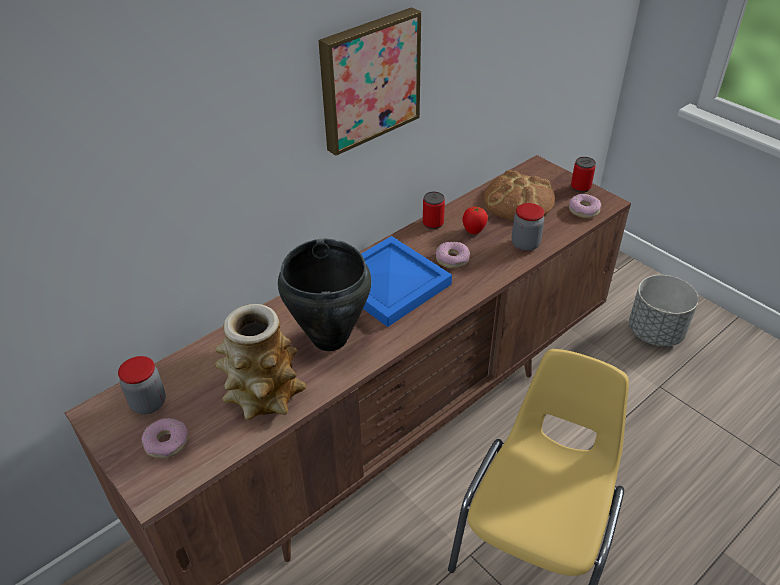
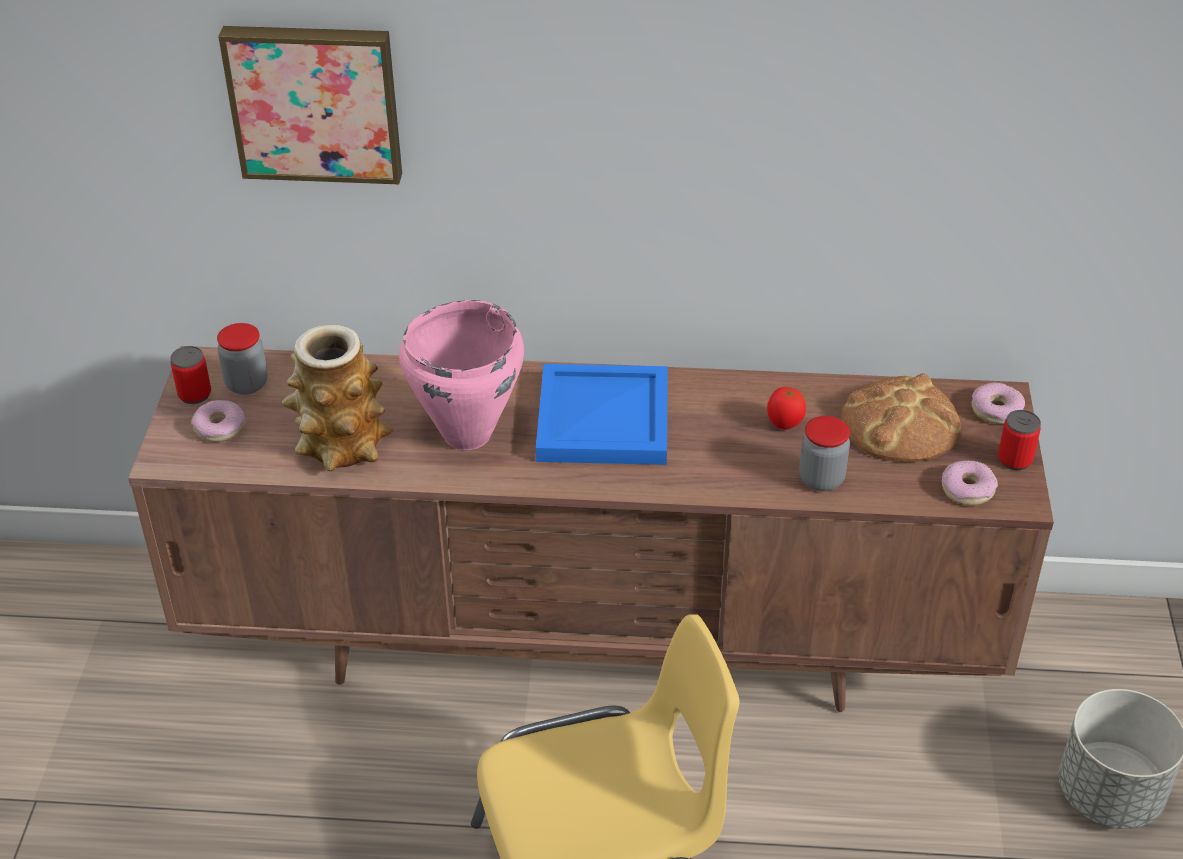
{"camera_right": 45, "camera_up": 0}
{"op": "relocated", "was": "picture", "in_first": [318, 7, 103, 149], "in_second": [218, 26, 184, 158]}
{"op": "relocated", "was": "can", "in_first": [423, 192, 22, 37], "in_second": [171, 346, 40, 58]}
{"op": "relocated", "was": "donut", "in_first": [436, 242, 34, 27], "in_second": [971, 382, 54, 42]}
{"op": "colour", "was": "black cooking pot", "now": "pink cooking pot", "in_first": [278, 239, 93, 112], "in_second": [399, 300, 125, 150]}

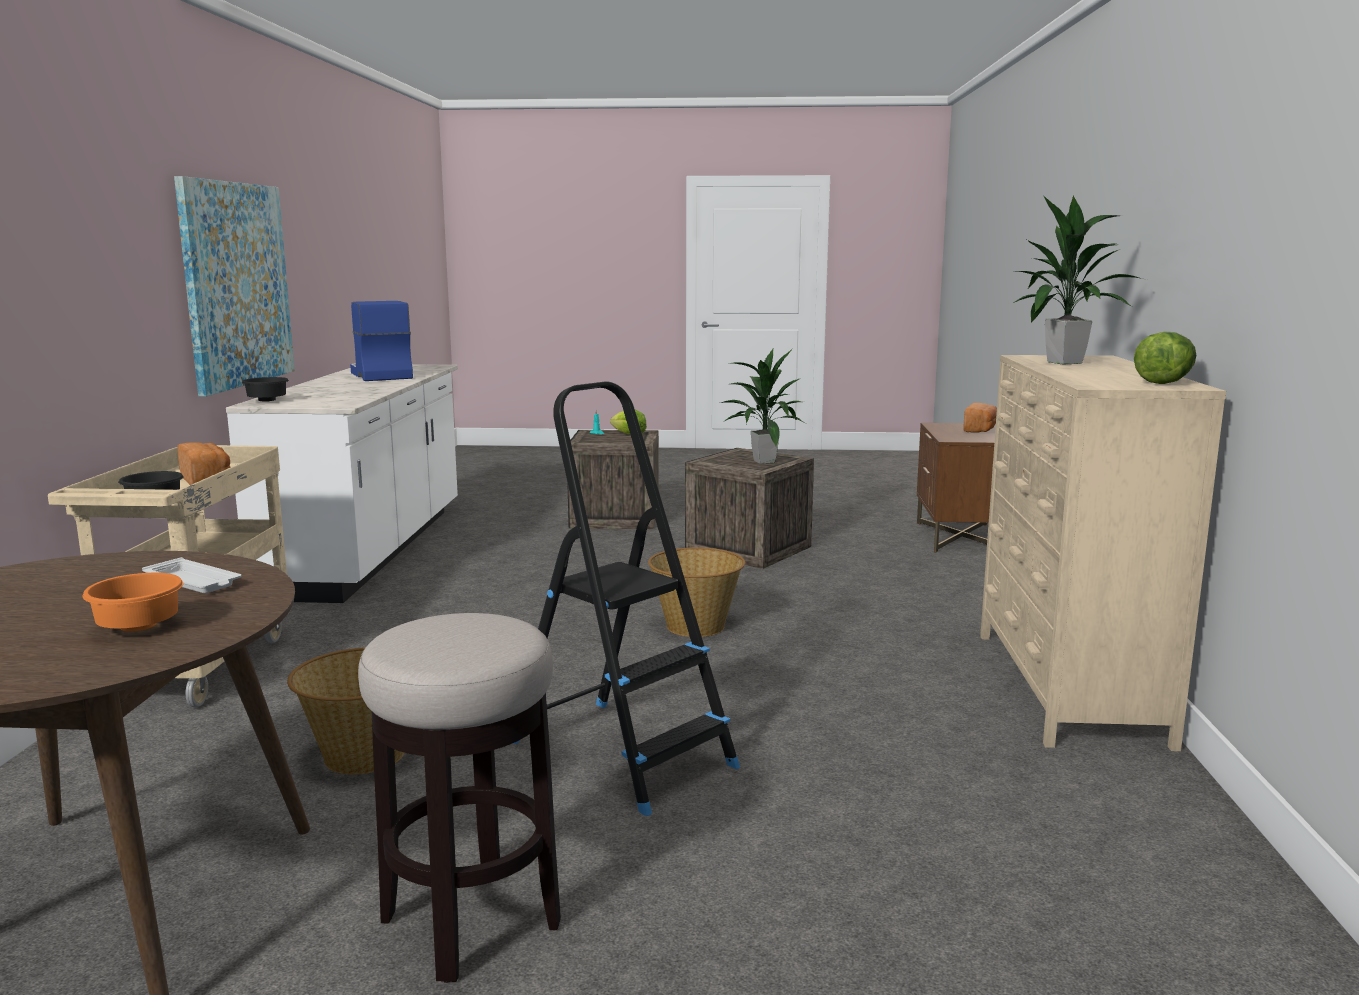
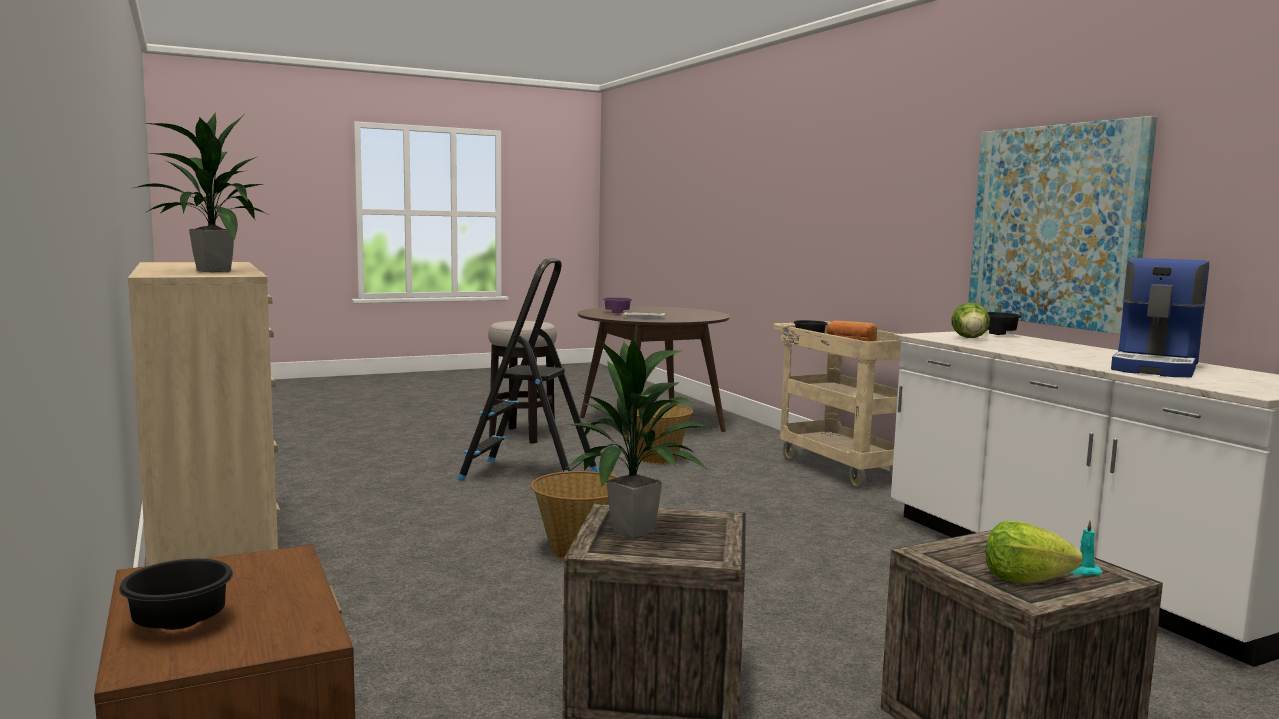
{"camera_right": 150, "camera_up": -5}
{"op": "relocated", "was": "lettuce", "in_first": [1134, 331, 62, 53], "in_second": [952, 303, 38, 35]}
{"op": "exchanged", "was": "bread", "now": "black bowl", "in_first": [963, 403, 34, 30], "in_second": [119, 559, 114, 71]}
{"op": "colour", "was": "orange bowl", "now": "purple bowl", "in_first": [82, 573, 101, 59], "in_second": [603, 297, 29, 16]}
{"op": "spun", "was": "coffee machine", "in_first": [350, 301, 63, 80], "in_second": [1111, 258, 98, 119], "clockwise": 90}

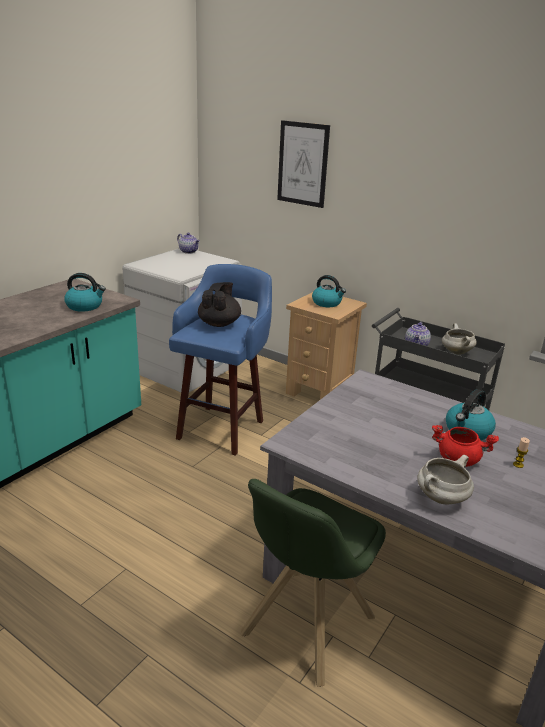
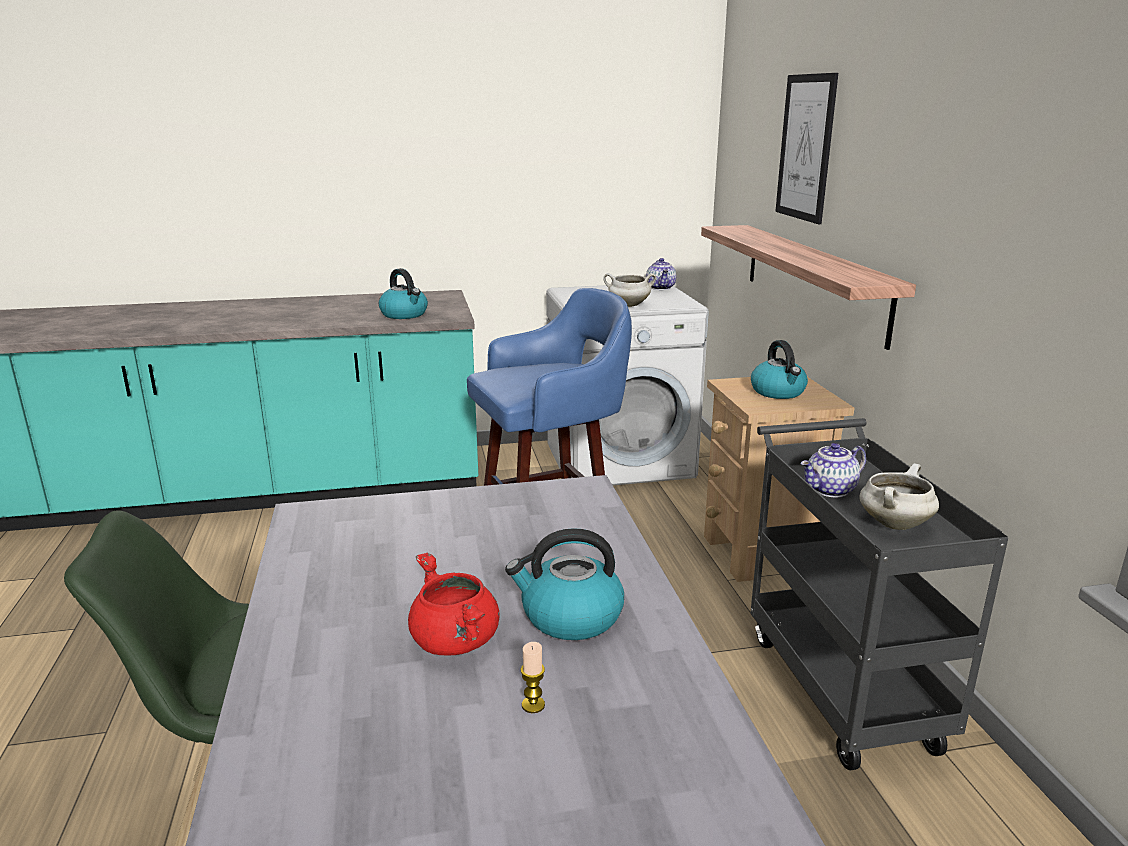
{"camera_right": 45, "camera_up": -5}
{"op": "missing", "was": "black teapot", "in_first": [198, 282, 43, 45]}
{"op": "appeared", "now": "shelf", "in_second": [701, 225, 215, 125]}
{"op": "relocated", "was": "white cooking pot", "in_first": [417, 455, 57, 50], "in_second": [603, 273, 53, 34]}

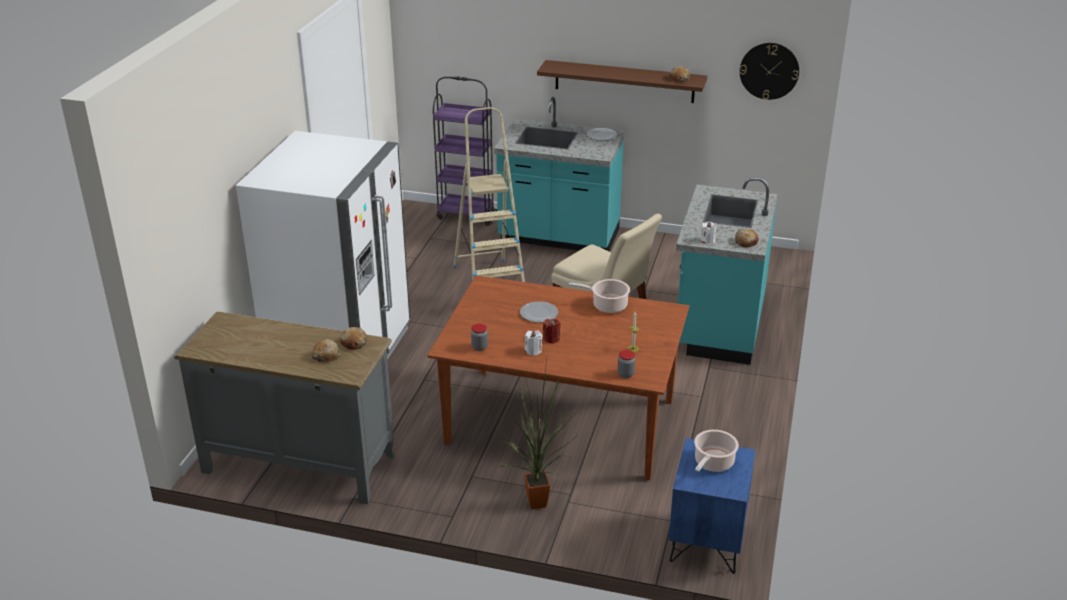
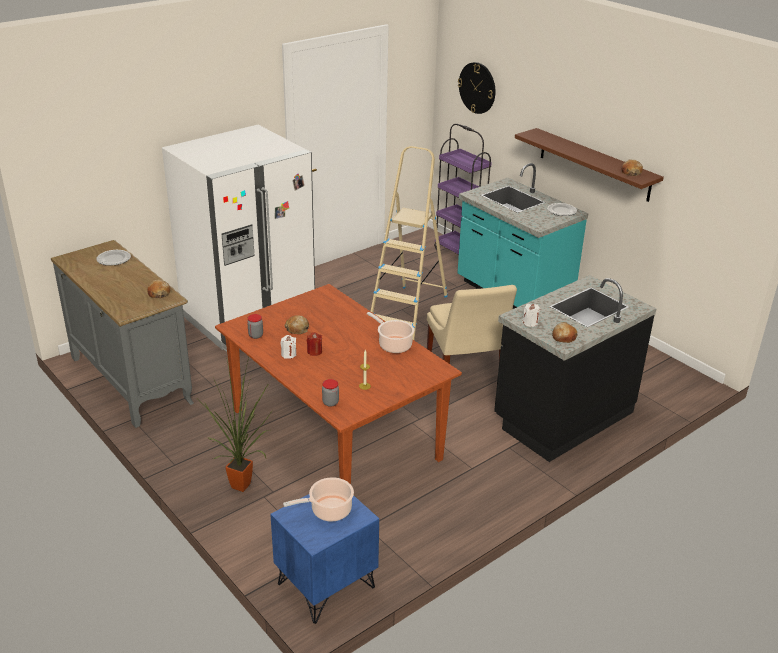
{"camera_right": 35, "camera_up": 0}
{"op": "relocated", "was": "bread", "in_first": [312, 339, 29, 23], "in_second": [285, 315, 24, 19]}
{"op": "relocated", "was": "plate", "in_first": [520, 301, 38, 22], "in_second": [96, 250, 35, 16]}
{"op": "relocated", "was": "wall clock", "in_first": [740, 43, 59, 57], "in_second": [458, 62, 37, 52]}
{"op": "colour", "was": "turquoise counter", "now": "black counter", "in_first": [676, 177, 102, 188], "in_second": [494, 275, 163, 187]}

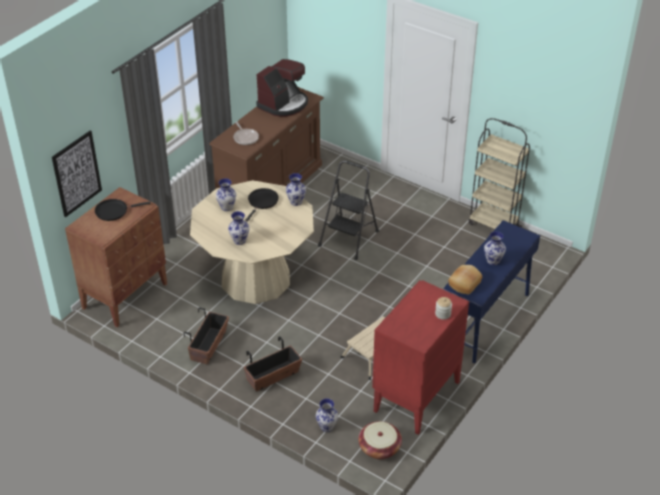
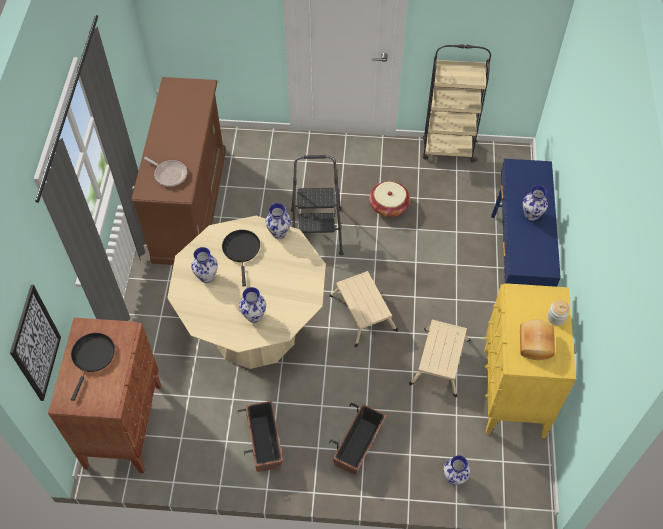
{"camera_right": -30, "camera_up": 15}
{"op": "missing", "was": "coffee machine", "in_first": [256, 59, 52, 58]}
{"op": "appeared", "now": "beige step ladder", "in_second": [329, 271, 69, 76]}
{"op": "relocated", "was": "basket", "in_first": [359, 421, 43, 38], "in_second": [369, 181, 41, 36]}
{"op": "relocated", "was": "bread", "in_first": [448, 265, 34, 29], "in_second": [520, 319, 35, 41]}
{"op": "colour", "was": "red dresser", "now": "yellow dresser", "in_first": [372, 280, 97, 155], "in_second": [484, 283, 92, 155]}
{"op": "spun", "was": "black frying pan", "in_first": [95, 199, 56, 22], "in_second": [71, 333, 44, 68], "clockwise": 150}

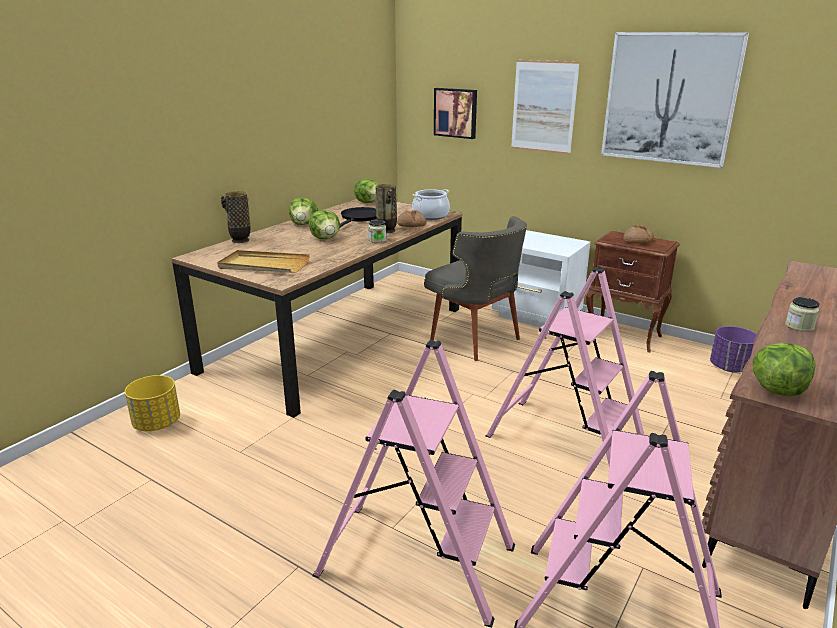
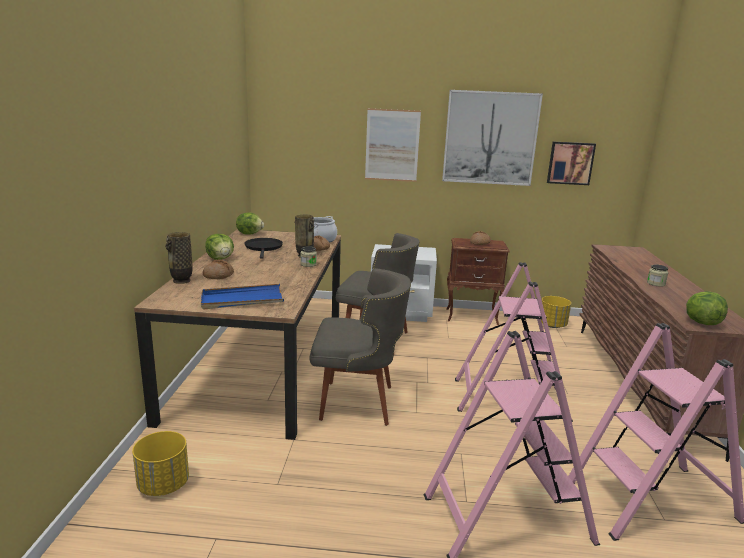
{"camera_right": -30, "camera_up": -5}
{"op": "missing", "was": "lettuce", "in_first": [309, 210, 31, 29]}
{"op": "appeared", "now": "bread", "in_second": [203, 259, 31, 20]}
{"op": "appeared", "now": "grey chair", "in_second": [310, 268, 101, 158]}
{"op": "relocated", "was": "picture", "in_first": [434, 88, 43, 51], "in_second": [547, 142, 49, 43]}
{"op": "colour", "was": "beige tray", "now": "blue tray", "in_first": [217, 250, 93, 23], "in_second": [201, 284, 83, 25]}
{"op": "colour", "was": "purple planter", "now": "yellow planter", "in_first": [710, 326, 47, 47], "in_second": [541, 296, 30, 32]}

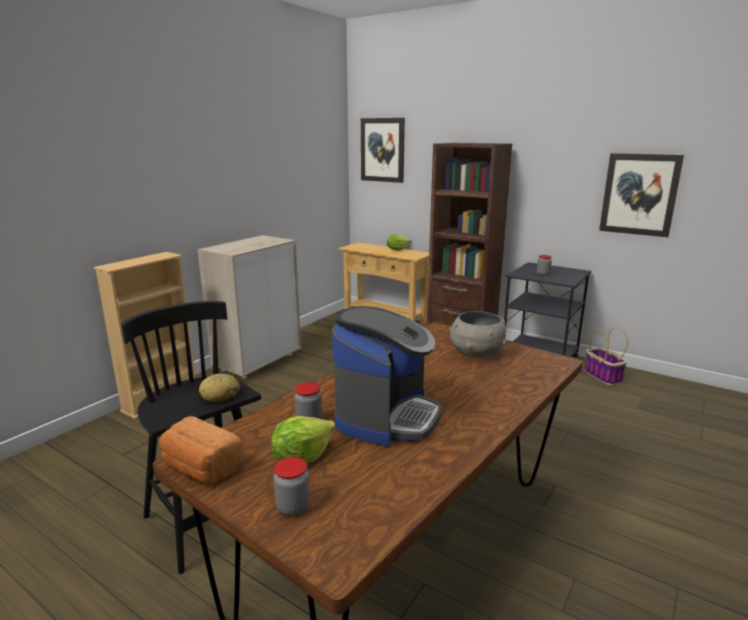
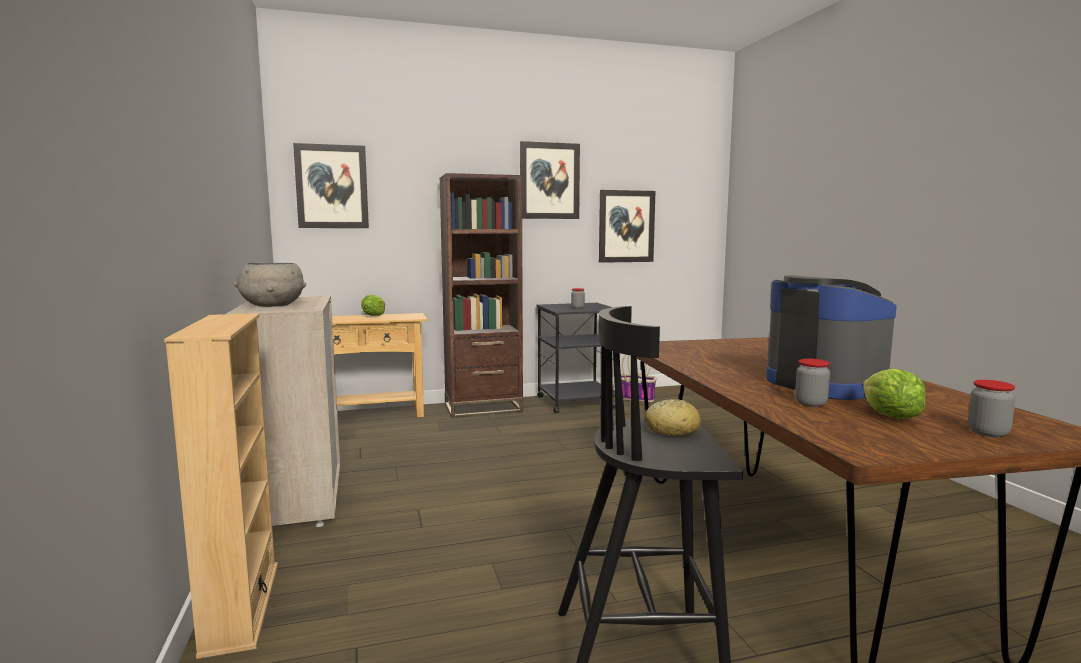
{"camera_right": -50, "camera_up": -10}
{"op": "missing", "was": "bread", "in_first": [159, 416, 85, 68]}
{"op": "appeared", "now": "picture", "in_second": [520, 141, 60, 78]}
{"op": "relocated", "was": "grey bowl", "in_first": [449, 311, 57, 47], "in_second": [234, 263, 72, 44]}

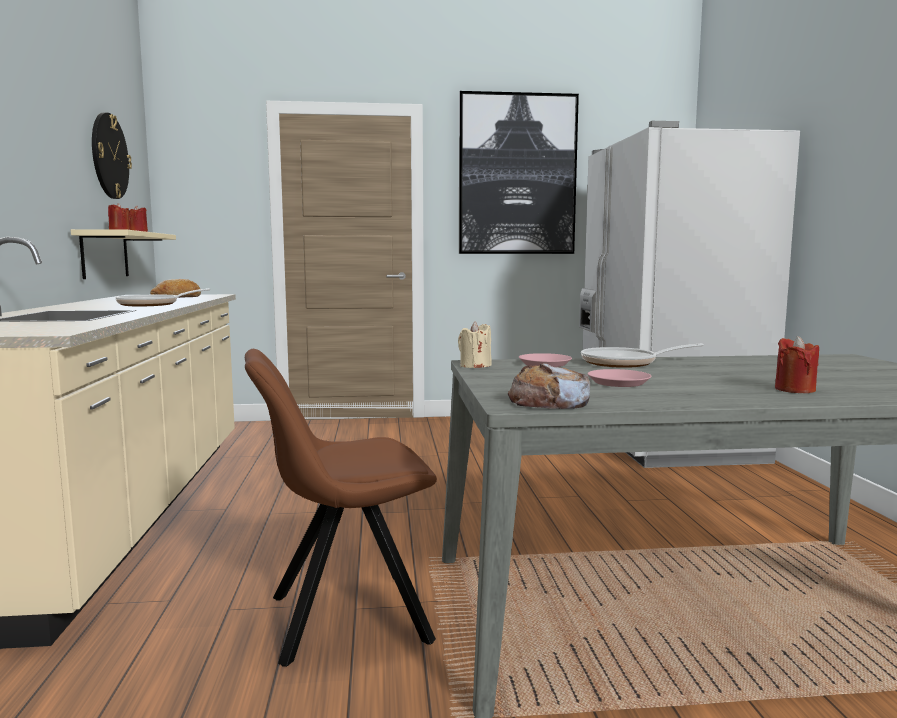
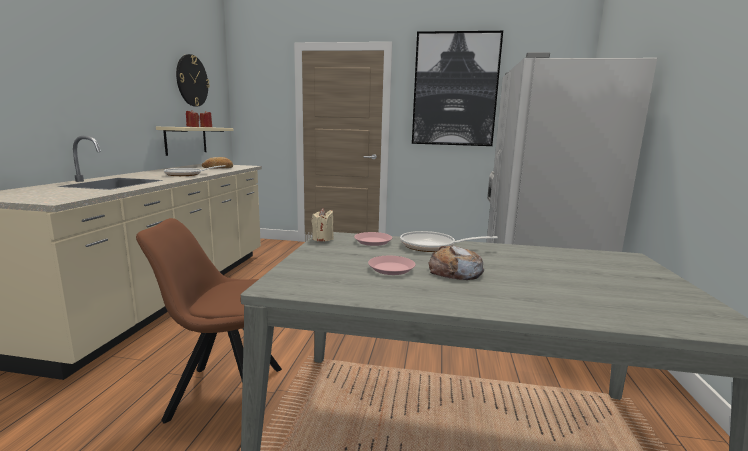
{"camera_right": 15, "camera_up": 5}
{"op": "missing", "was": "red candle", "in_first": [775, 336, 44, 57]}
{"op": "relocated", "was": "bread", "in_first": [508, 363, 82, 46], "in_second": [429, 246, 55, 34]}

